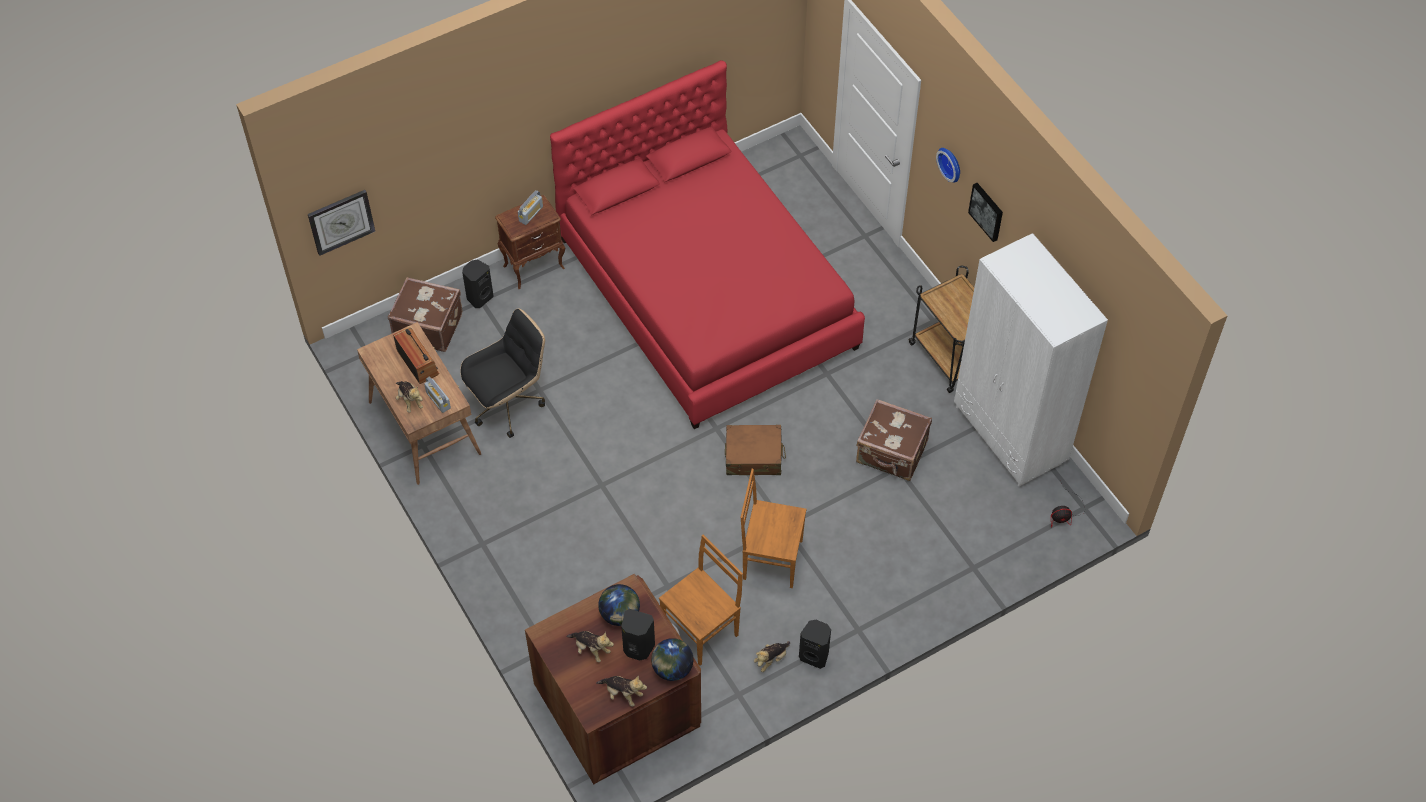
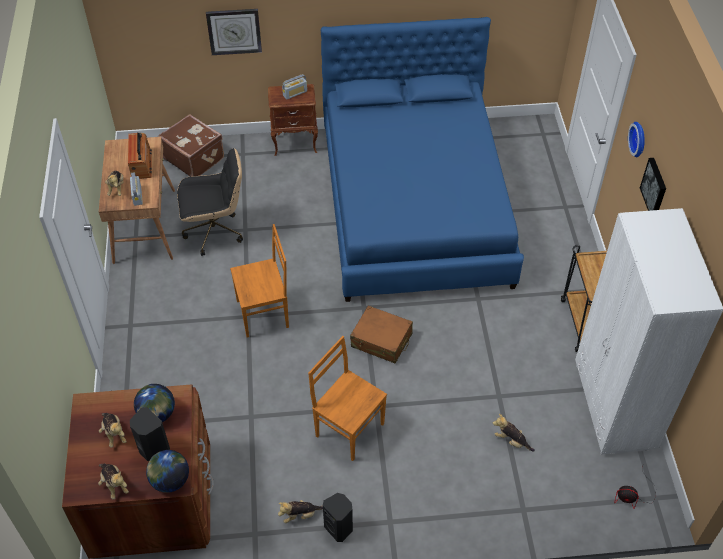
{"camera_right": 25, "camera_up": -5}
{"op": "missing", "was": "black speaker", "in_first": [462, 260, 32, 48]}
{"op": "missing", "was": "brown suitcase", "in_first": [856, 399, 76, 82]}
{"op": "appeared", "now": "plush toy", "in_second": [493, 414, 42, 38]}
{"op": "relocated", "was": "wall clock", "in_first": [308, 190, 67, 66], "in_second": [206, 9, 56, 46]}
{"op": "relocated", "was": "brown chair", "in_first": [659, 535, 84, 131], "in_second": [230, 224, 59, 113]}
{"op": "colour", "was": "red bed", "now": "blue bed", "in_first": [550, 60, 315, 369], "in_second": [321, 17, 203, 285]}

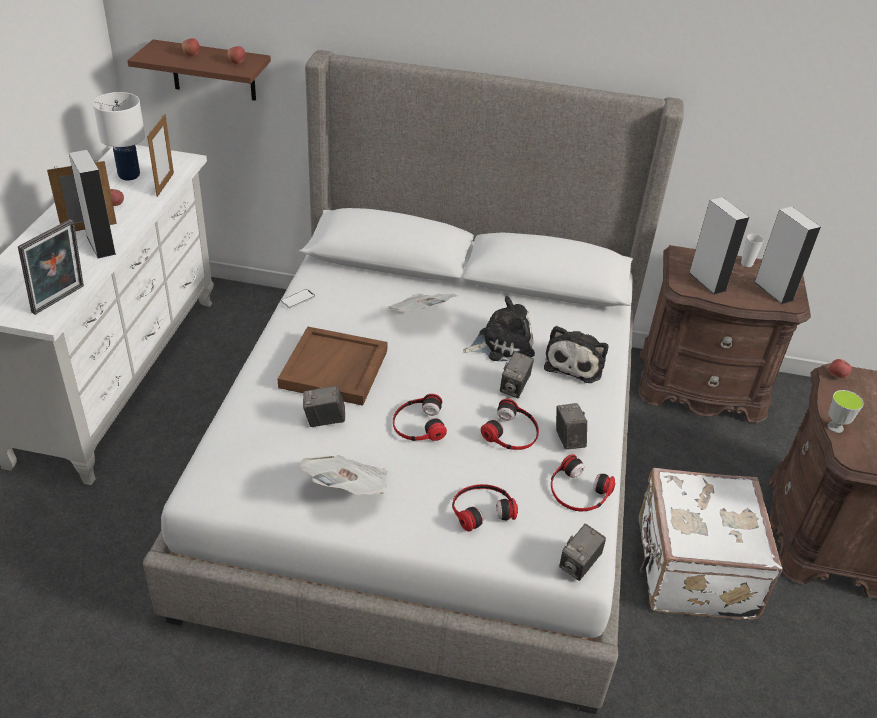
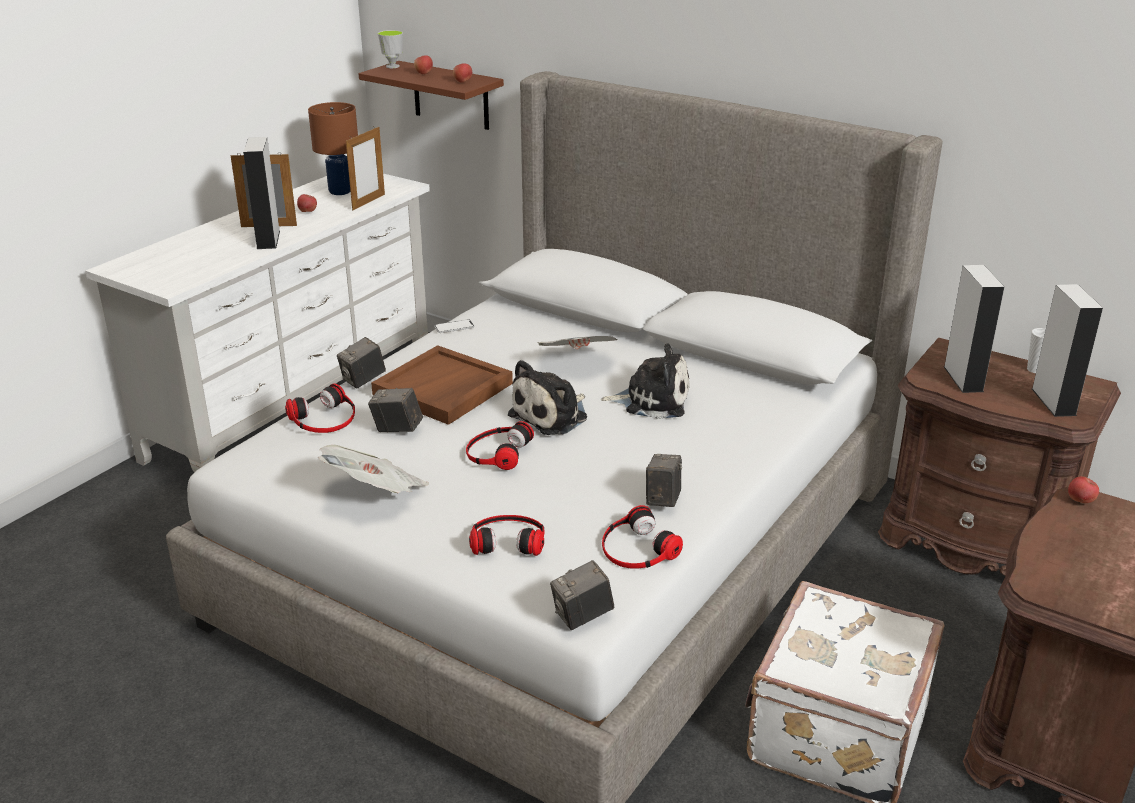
{"camera_right": 25, "camera_up": -10}
{"op": "missing", "was": "picture frame", "in_first": [18, 219, 66, 96]}
{"op": "relocated", "was": "headphones", "in_first": [481, 399, 58, 51], "in_second": [285, 383, 70, 50]}
{"op": "relocated", "was": "photo camera", "in_first": [500, 351, 34, 47], "in_second": [337, 337, 49, 51]}
{"op": "relocated", "was": "plush toy", "in_first": [544, 326, 64, 57], "in_second": [508, 360, 79, 75]}
{"op": "relocated", "was": "cup", "in_first": [827, 390, 37, 43], "in_second": [378, 30, 25, 38]}
{"op": "colour", "was": "white table lamp", "now": "brown table lamp", "in_first": [93, 92, 52, 89], "in_second": [308, 102, 50, 93]}

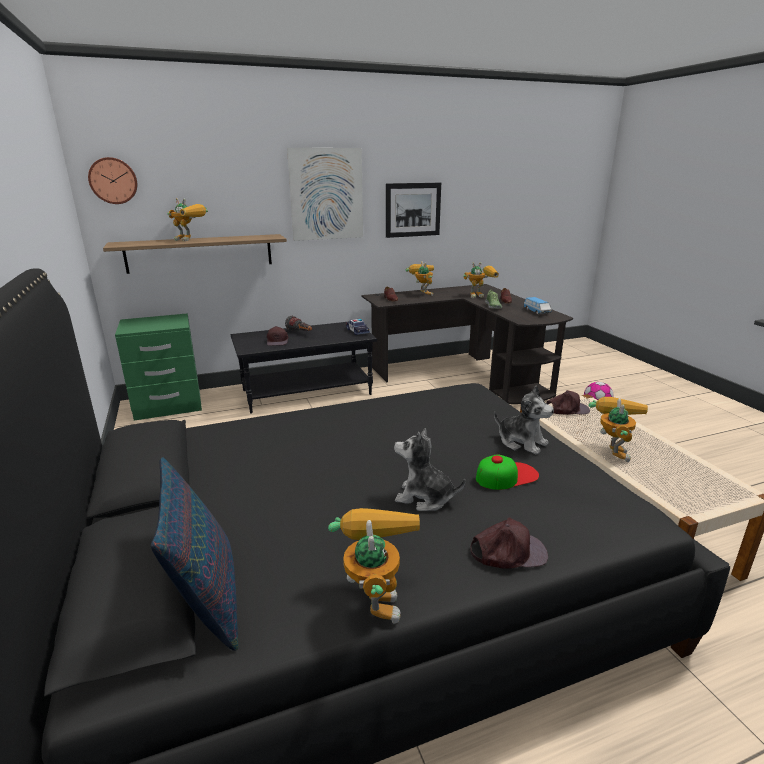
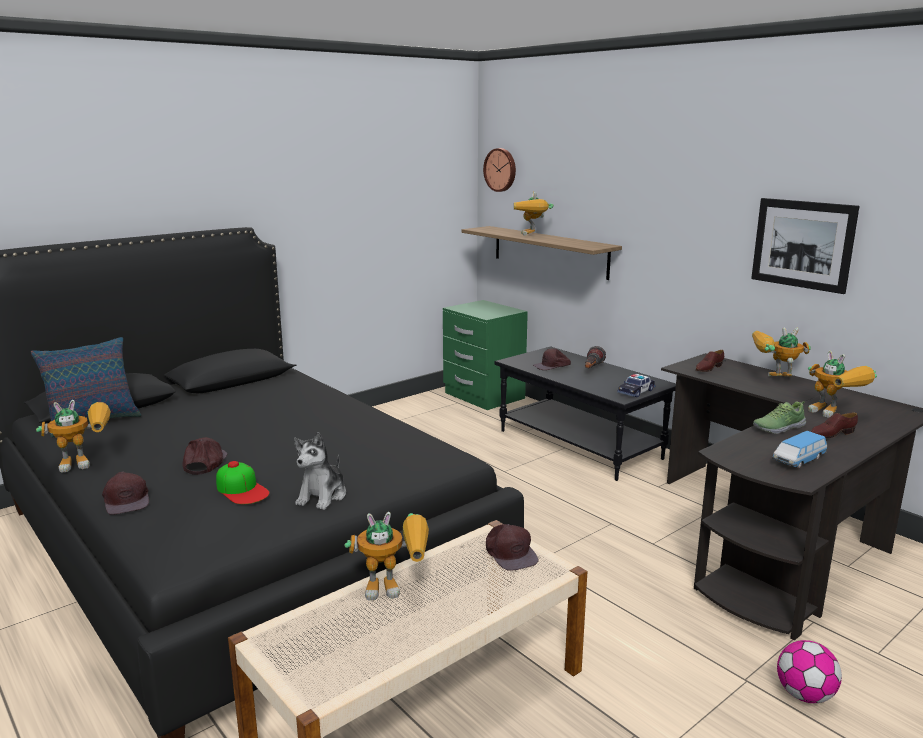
{"camera_right": 70, "camera_up": -5}
{"op": "missing", "was": "picture", "in_first": [287, 148, 76, 93]}
{"op": "exchanged", "was": "plush toy", "now": "brown cap", "in_first": [394, 428, 72, 83], "in_second": [182, 437, 45, 38]}
{"op": "spun", "was": "toy robot", "in_first": [406, 261, 28, 35], "in_second": [752, 327, 59, 50], "clockwise": -135}

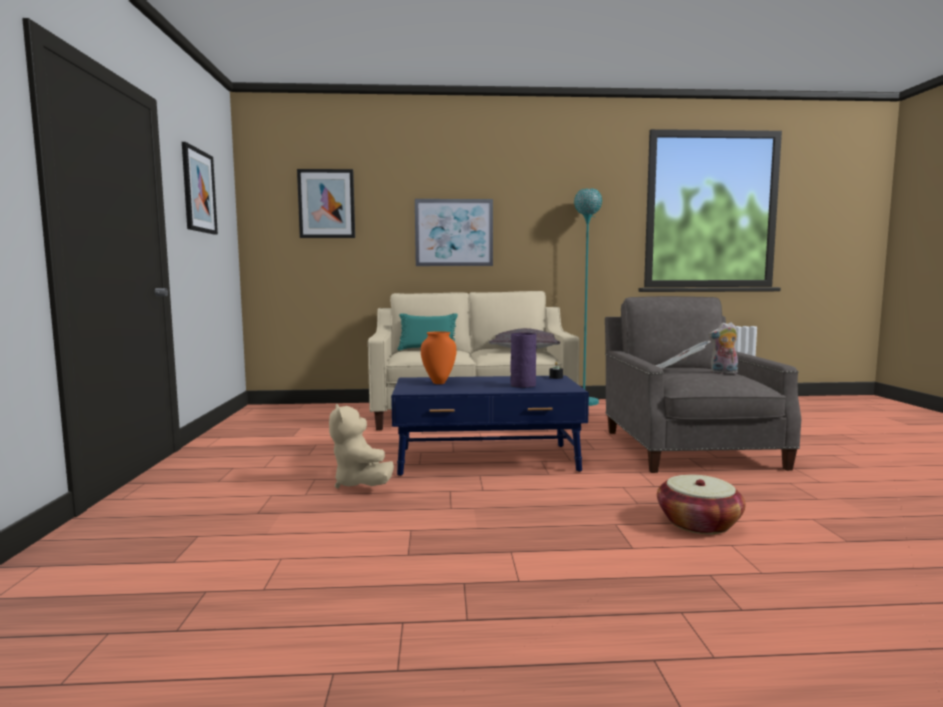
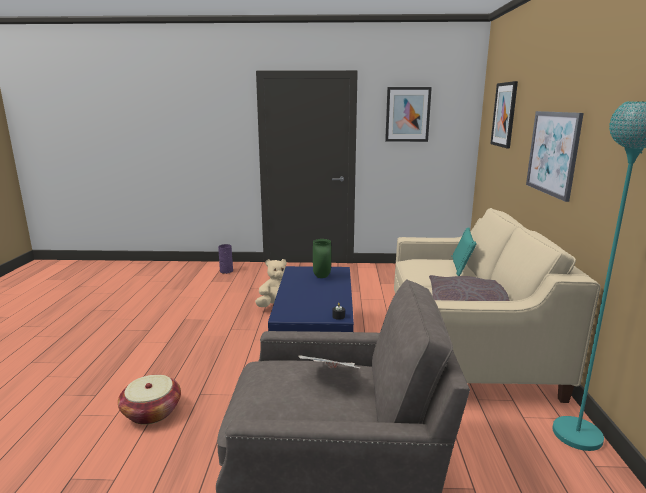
{"camera_right": 95, "camera_up": 10}
{"op": "missing", "was": "plush toy", "in_first": [709, 322, 29, 52]}
{"op": "relocated", "was": "purple vase", "in_first": [510, 333, 26, 55], "in_second": [218, 244, 15, 30]}
{"op": "colour", "was": "orange vase", "now": "green vase", "in_first": [421, 331, 35, 53], "in_second": [313, 239, 18, 39]}

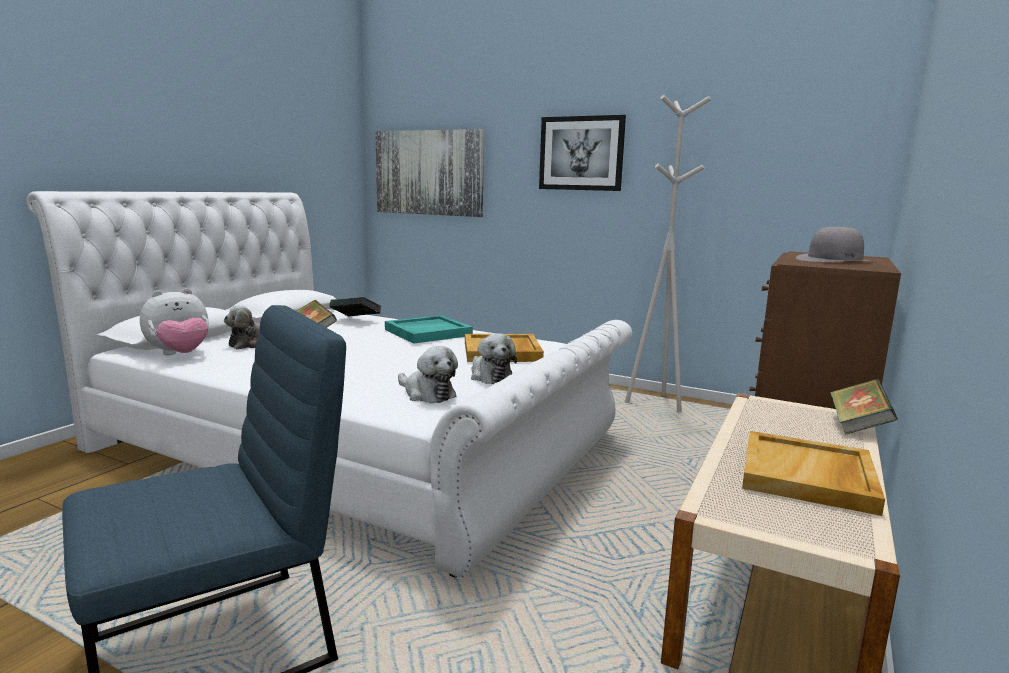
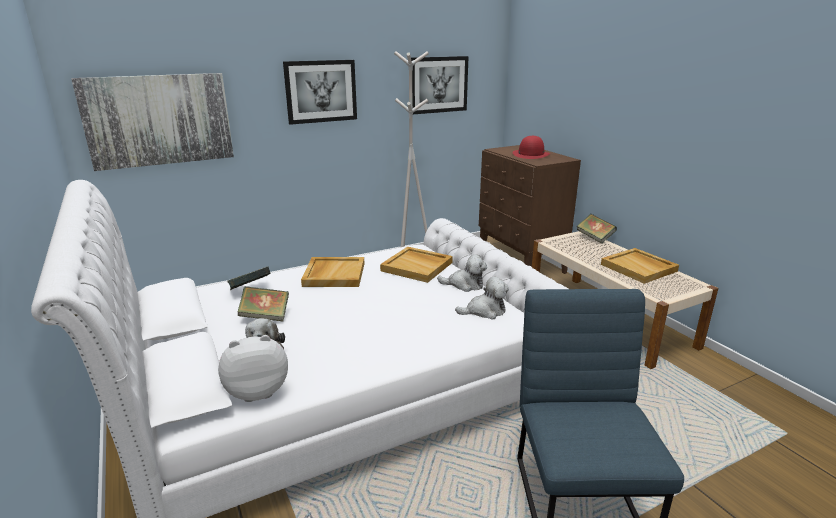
{"camera_right": -55, "camera_up": 10}
{"op": "appeared", "now": "picture", "in_second": [411, 56, 58, 58]}
{"op": "colour", "was": "turquoise tray", "now": "beige tray", "in_first": [385, 315, 88, 29], "in_second": [301, 257, 64, 30]}
{"op": "colour", "was": "grey hat", "now": "red hat", "in_first": [796, 227, 77, 35], "in_second": [513, 136, 37, 23]}
{"op": "spun", "was": "plush toy", "in_first": [140, 288, 69, 67], "in_second": [218, 335, 70, 67], "clockwise": -105}

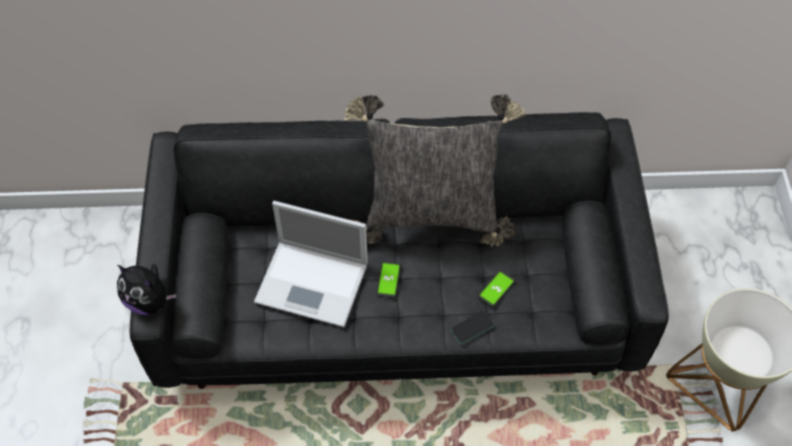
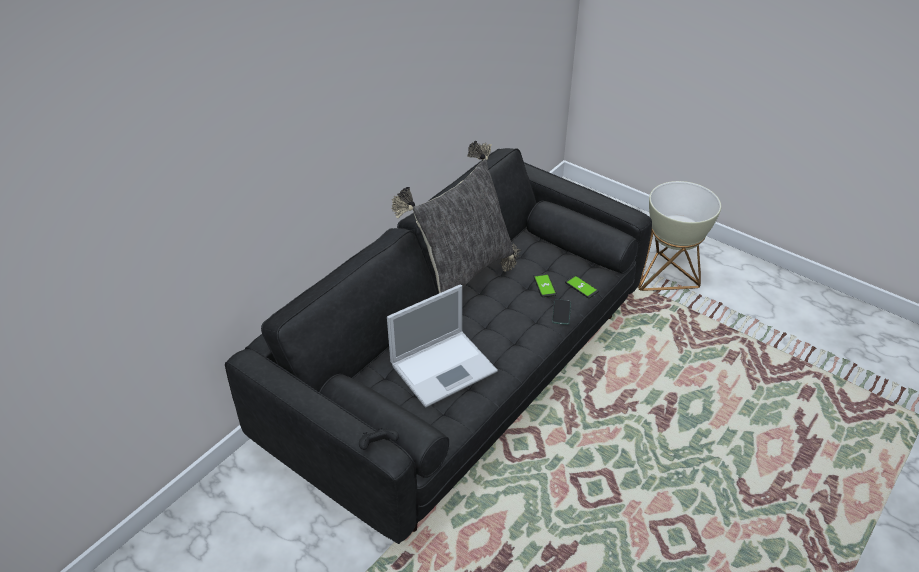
{"camera_right": -50, "camera_up": -15}
{"op": "relocated", "was": "phone", "in_first": [376, 261, 25, 37], "in_second": [565, 275, 34, 23]}
{"op": "exchanged", "was": "plush toy", "now": "black game controller", "in_first": [117, 264, 59, 51], "in_second": [359, 427, 40, 23]}

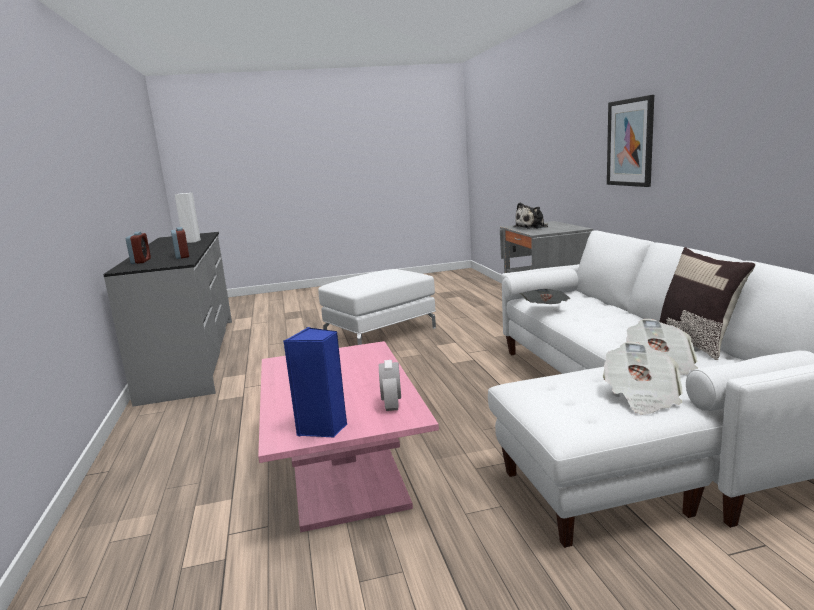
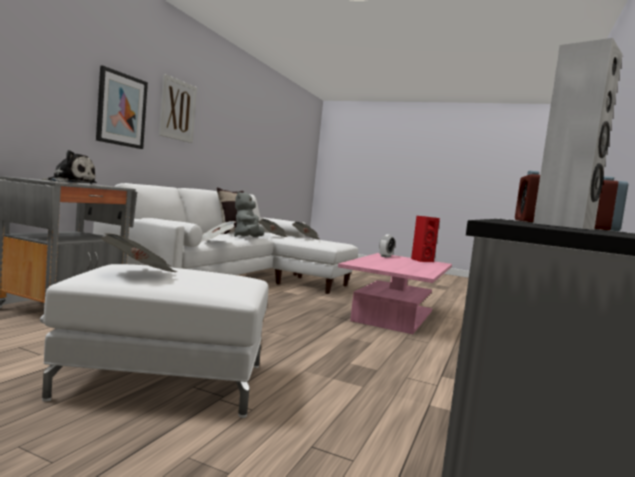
{"camera_right": -145, "camera_up": -10}
{"op": "appeared", "now": "newspaper", "in_second": [101, 234, 76, 38]}
{"op": "appeared", "now": "picture", "in_second": [159, 74, 38, 69]}
{"op": "appeared", "now": "grey plush toy", "in_second": [234, 191, 30, 46]}
{"op": "colour", "was": "blue speaker", "now": "red speaker", "in_first": [283, 327, 65, 110], "in_second": [411, 216, 29, 46]}

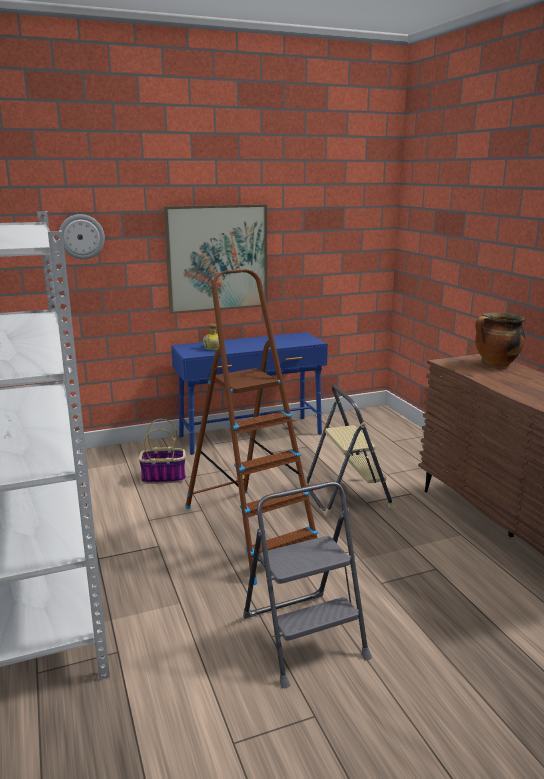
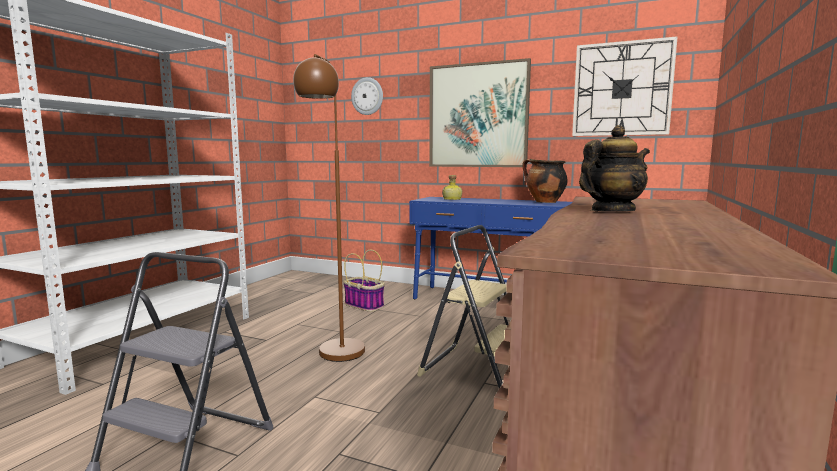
{"camera_right": 45, "camera_up": -10}
{"op": "appeared", "now": "wall clock", "in_second": [572, 36, 106, 100]}
{"op": "appeared", "now": "teapot", "in_second": [579, 125, 71, 86]}
{"op": "relocated", "was": "cooking pot", "in_first": [475, 313, 51, 54], "in_second": [523, 159, 45, 44]}
{"op": "exchanged", "was": "brown step ladder", "now": "brown floor lamp", "in_first": [185, 269, 133, 316], "in_second": [293, 54, 72, 308]}

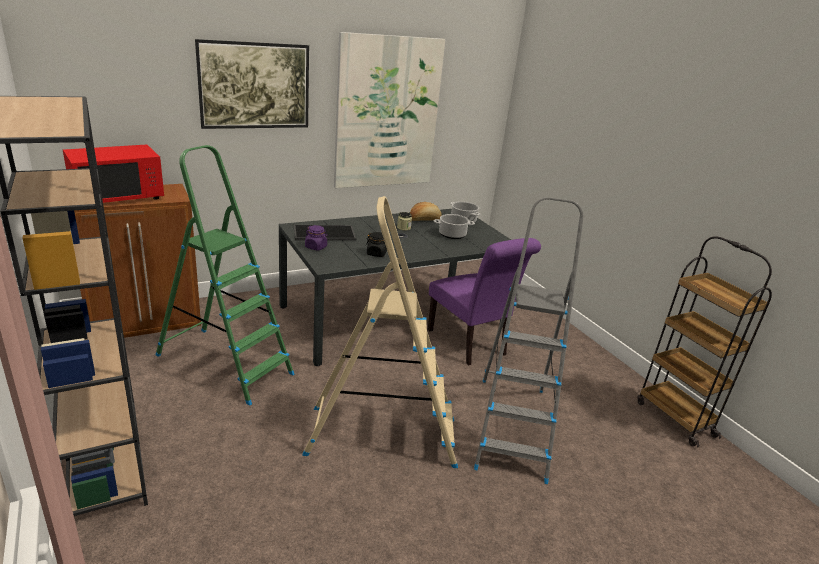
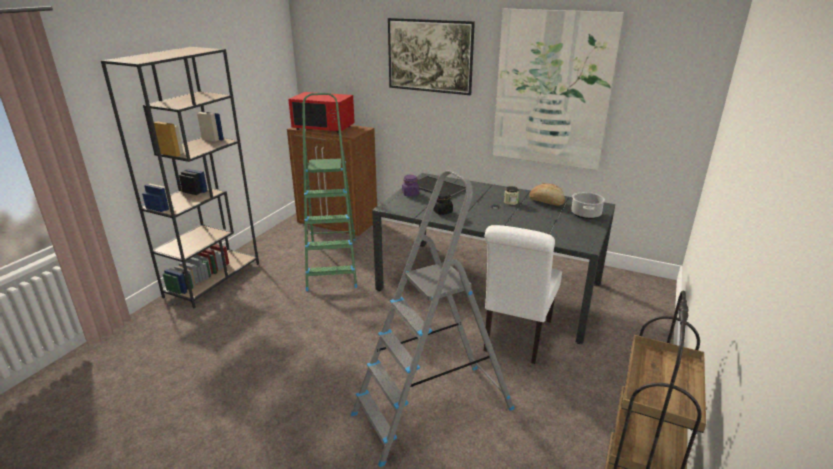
{"camera_right": 55, "camera_up": 0}
{"op": "missing", "was": "beige step ladder", "in_first": [302, 196, 156, 272]}
{"op": "missing", "was": "cooking pot", "in_first": [434, 214, 41, 25]}
{"op": "colour", "was": "purple chair", "now": "white chair", "in_first": [428, 238, 113, 128], "in_second": [483, 225, 79, 139]}

